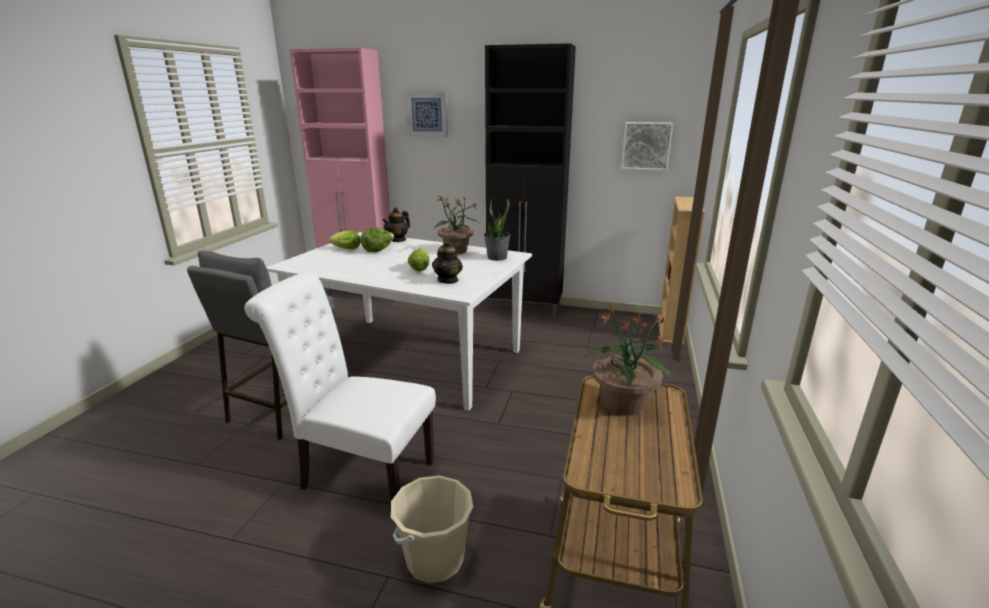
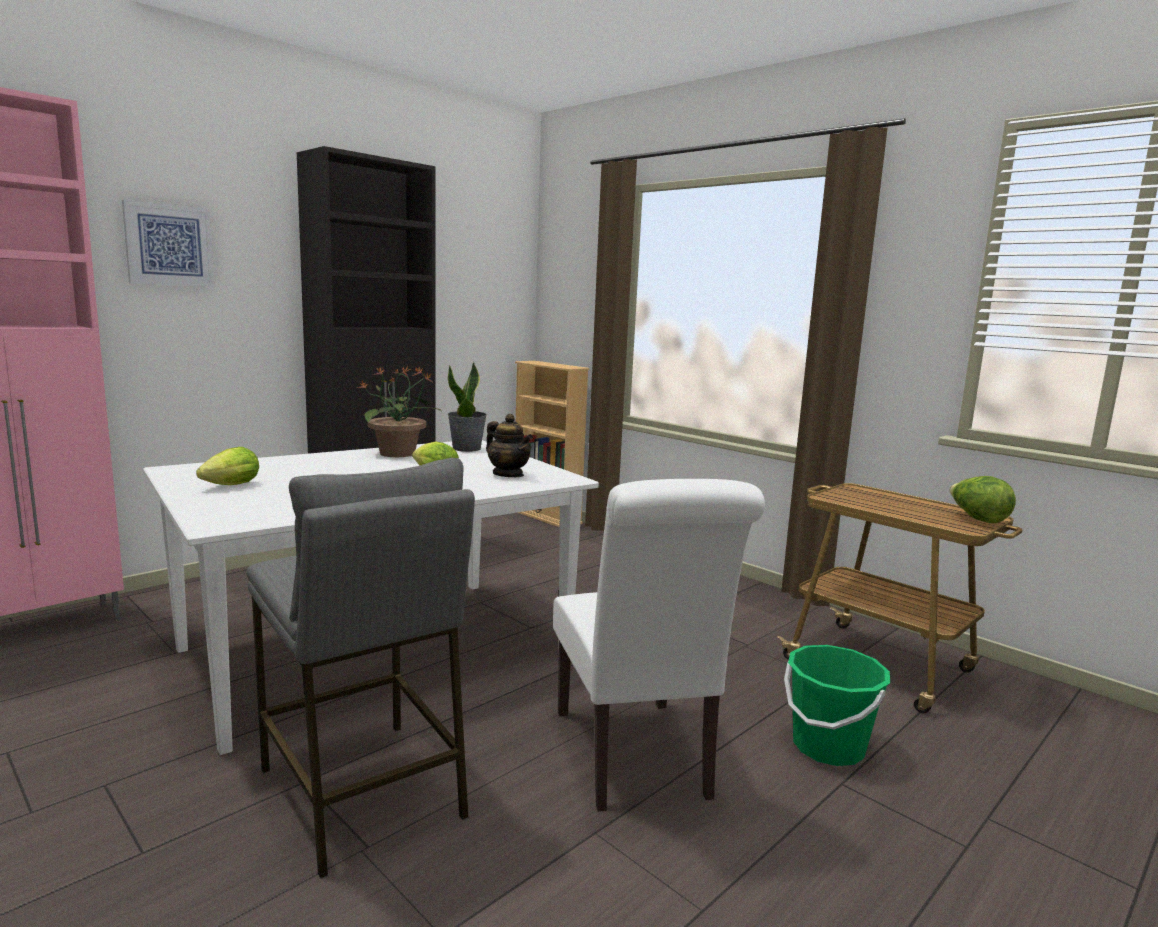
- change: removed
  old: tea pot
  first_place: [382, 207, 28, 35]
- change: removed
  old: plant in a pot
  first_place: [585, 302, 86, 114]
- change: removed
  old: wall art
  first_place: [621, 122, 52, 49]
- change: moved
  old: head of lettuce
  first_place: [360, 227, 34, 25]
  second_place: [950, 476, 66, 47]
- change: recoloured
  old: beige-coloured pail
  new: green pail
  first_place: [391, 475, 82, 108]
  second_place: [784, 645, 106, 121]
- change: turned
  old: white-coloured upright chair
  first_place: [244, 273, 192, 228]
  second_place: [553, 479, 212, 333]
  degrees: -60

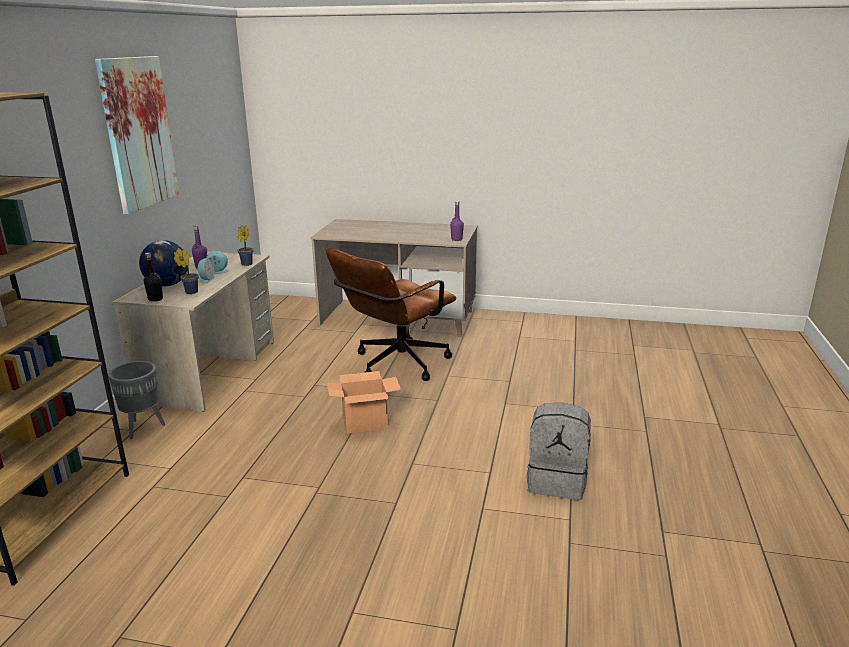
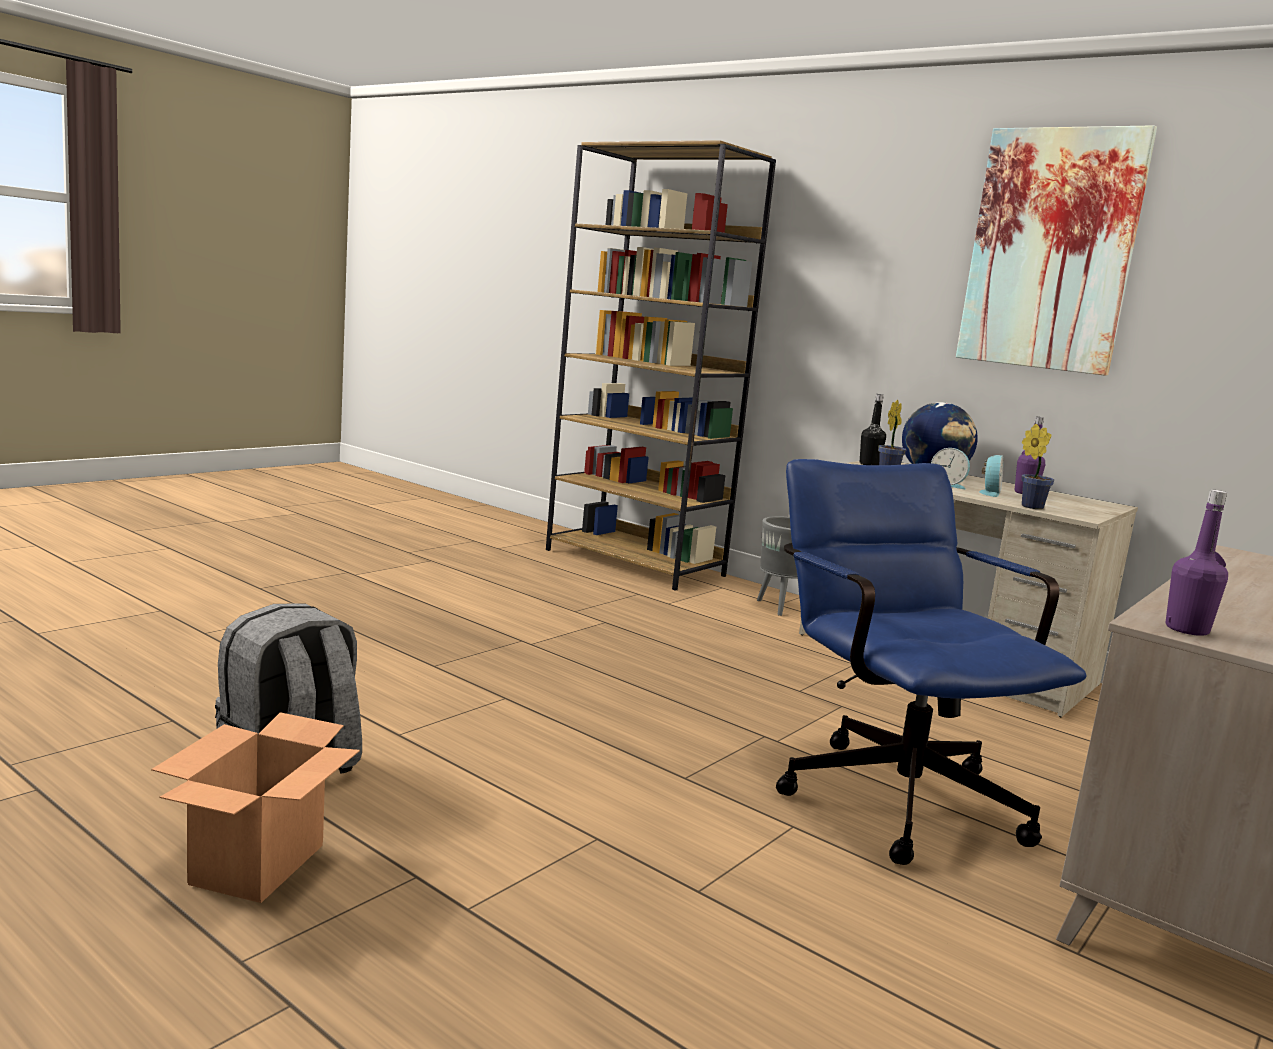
- change: moved
  old: cardboard box
  first_place: [327, 371, 74, 63]
  second_place: [151, 712, 209, 191]
- change: recoloured
  old: brown desk chair
  new: bluish desk chair
  first_place: [326, 249, 130, 132]
  second_place: [776, 459, 311, 406]

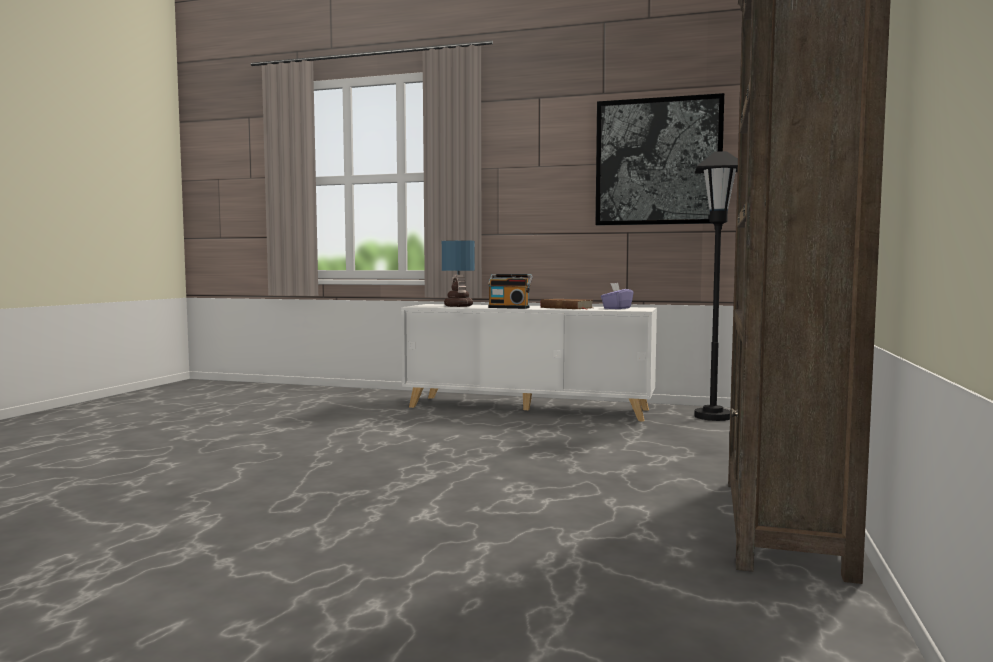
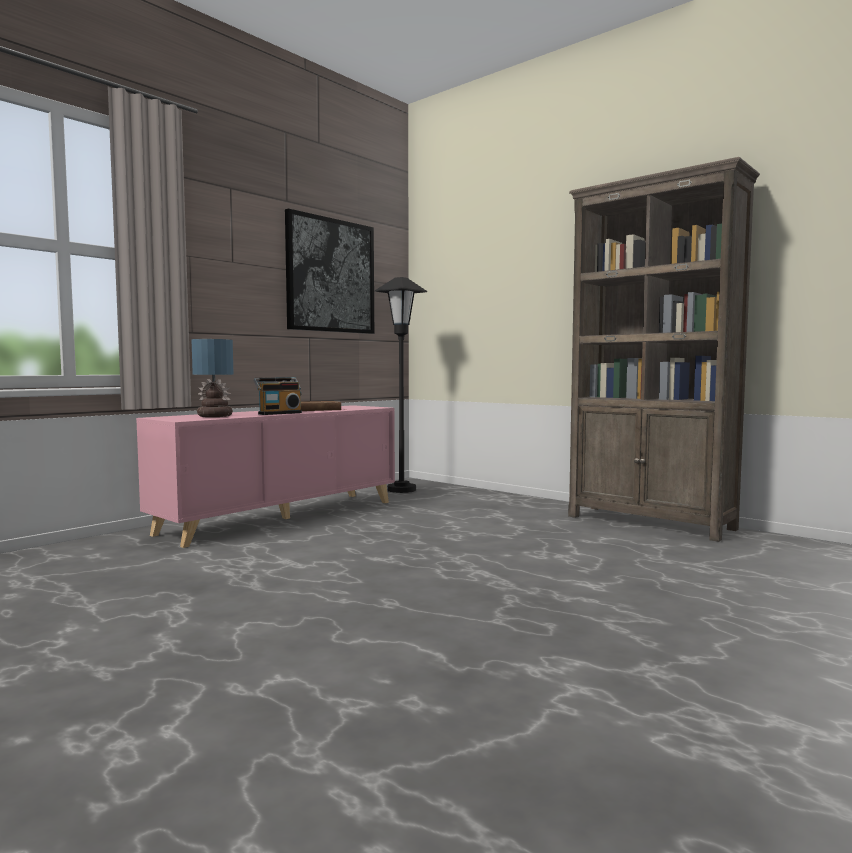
- change: removed
  old: purple box of tissues
  first_place: [601, 283, 33, 26]
- change: recoloured
  old: white-coloured cabinet
  new: pinkish cabinet
  first_place: [401, 304, 256, 118]
  second_place: [136, 405, 259, 143]

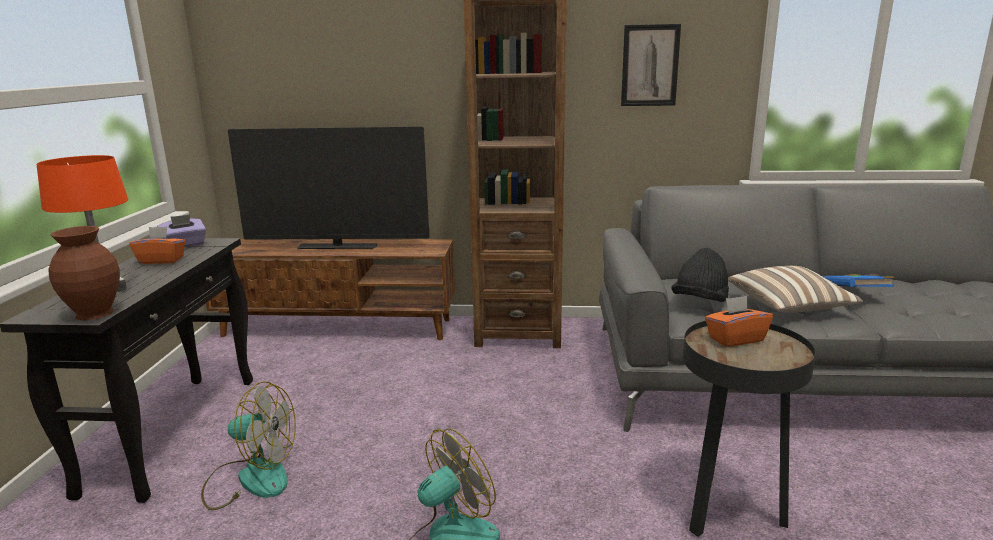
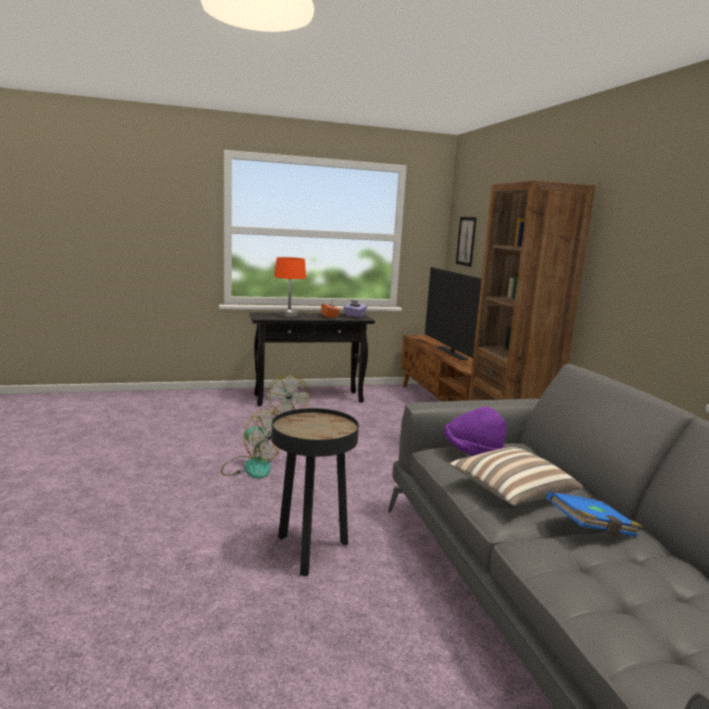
- change: removed
  old: brown flower vase
  first_place: [48, 226, 72, 95]
- change: removed
  old: orange-coloured box of tissues
  first_place: [705, 296, 68, 51]
- change: moved
  old: wall art
  first_place: [621, 24, 60, 82]
  second_place: [456, 217, 21, 50]
- change: recoloured
  old: black-coloured wearable hat
  new: purple wearable hat
  first_place: [671, 248, 58, 54]
  second_place: [444, 407, 62, 49]

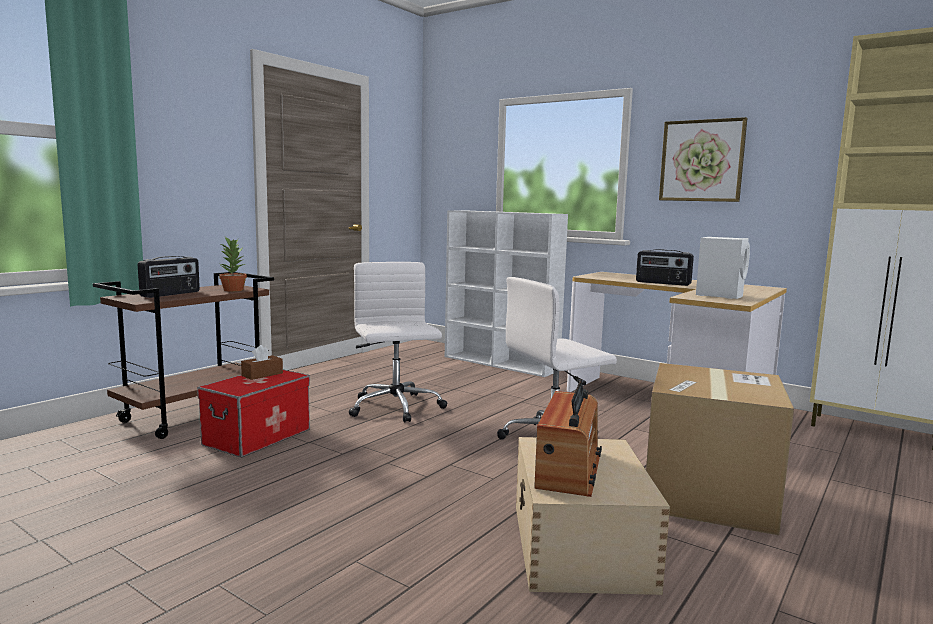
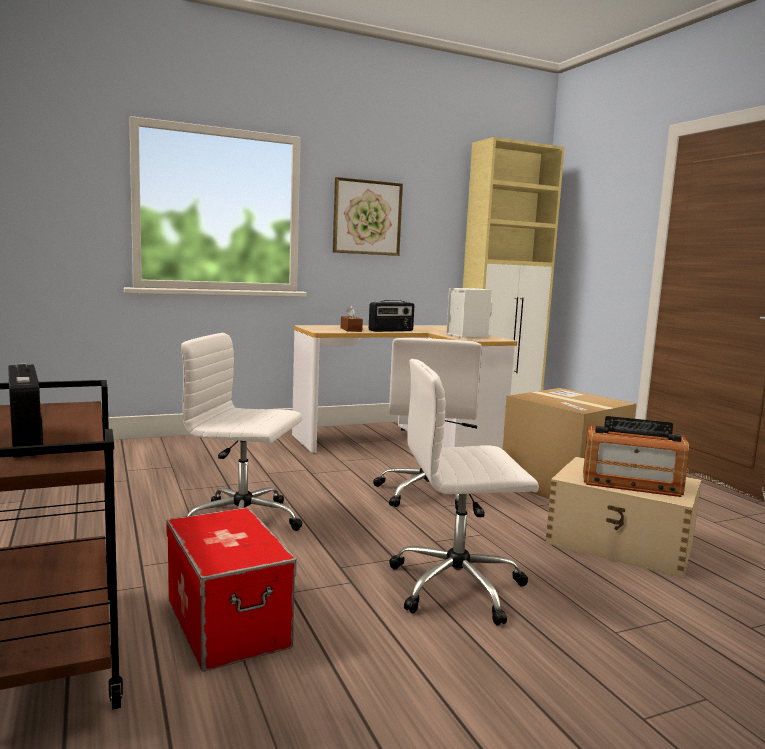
- change: removed
  old: plant in a pot
  first_place: [219, 237, 28, 55]
- change: removed
  old: white-coloured bookshelf
  first_place: [445, 210, 123, 167]
- change: added
  new: white-coloured desk chair
  second_place: [389, 359, 150, 267]
- change: moved
  old: brown box of tissues
  first_place: [241, 345, 42, 35]
  second_place: [341, 306, 22, 26]
- change: turned
  old: radio
  first_place: [534, 379, 68, 118]
  second_place: [583, 416, 106, 81]
  degrees: 150

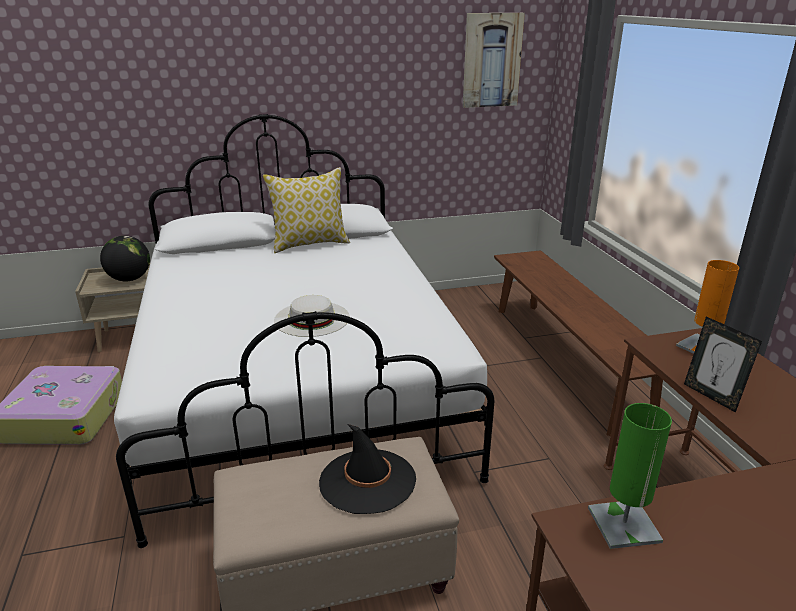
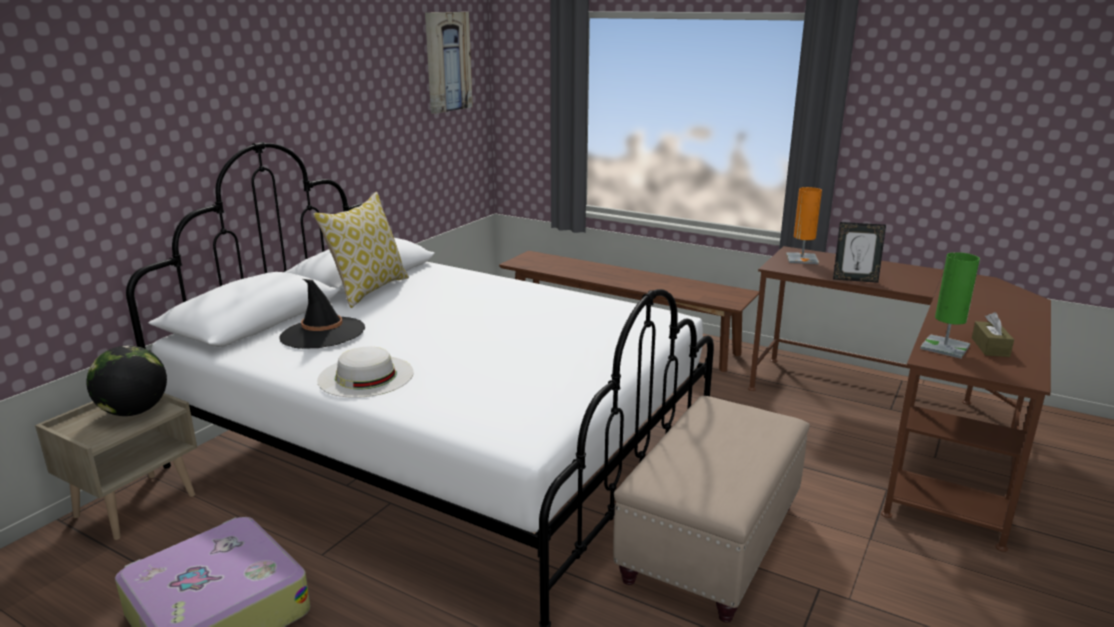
- change: added
  new: brown box of tissues
  second_place: [972, 312, 42, 45]
- change: moved
  old: white-coloured wearable hat
  first_place: [274, 295, 76, 42]
  second_place: [317, 347, 96, 51]
- change: moved
  old: black-coloured wearable hat
  first_place: [319, 424, 97, 90]
  second_place: [280, 279, 85, 70]

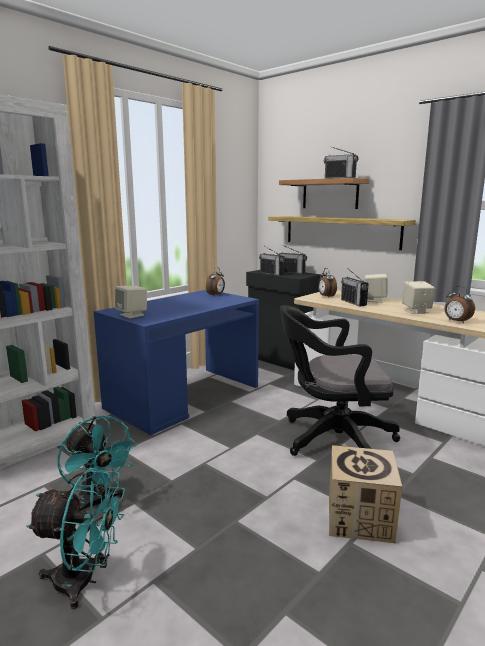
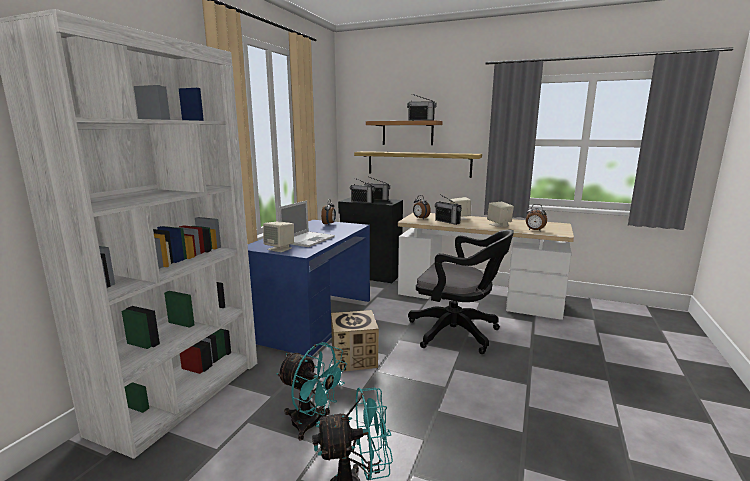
- change: added
  new: portable computer
  second_place: [278, 200, 57, 47]
- change: moved
  old: cardboard box
  first_place: [329, 445, 73, 98]
  second_place: [331, 310, 48, 62]
- change: turned
  old: black-coloured desk chair
  first_place: [280, 305, 120, 151]
  second_place: [408, 230, 106, 124]
  degrees: -135

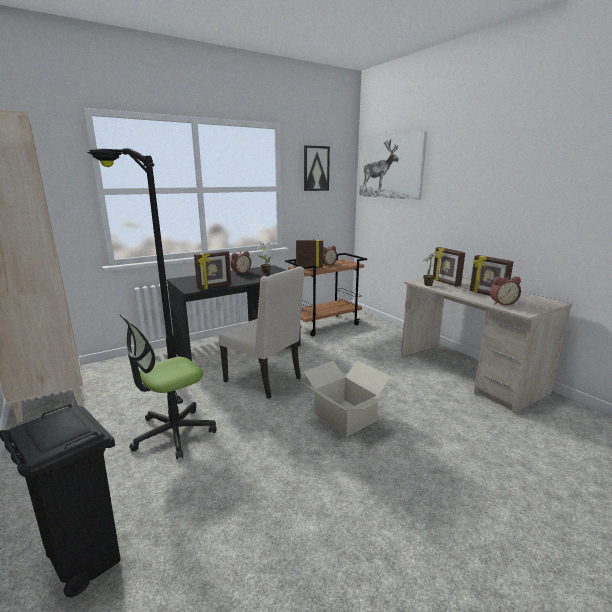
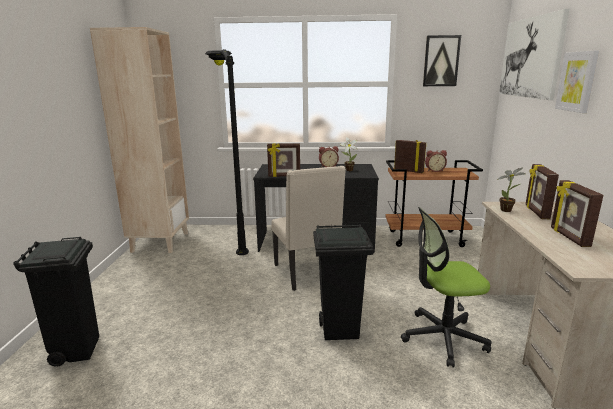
- change: removed
  old: alarm clock
  first_place: [490, 277, 31, 29]
- change: added
  new: wall art
  second_place: [555, 50, 44, 63]
- change: moved
  old: desk chair
  first_place: [119, 313, 98, 146]
  second_place: [401, 207, 90, 161]
- change: replaced
  old: cardboard box
  new: black-coloured rubbish bin
  first_place: [301, 360, 93, 77]
  second_place: [313, 225, 61, 115]

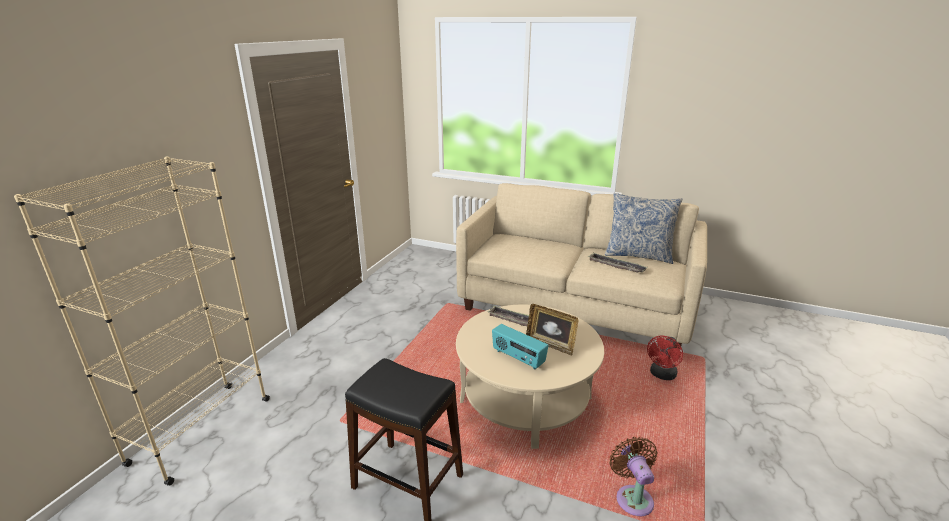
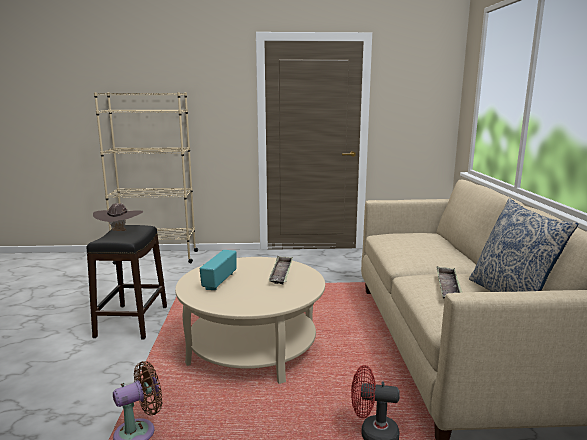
- change: removed
  old: photo frame
  first_place: [526, 304, 52, 52]
- change: added
  new: brown wearable hat
  second_place: [93, 203, 50, 28]

